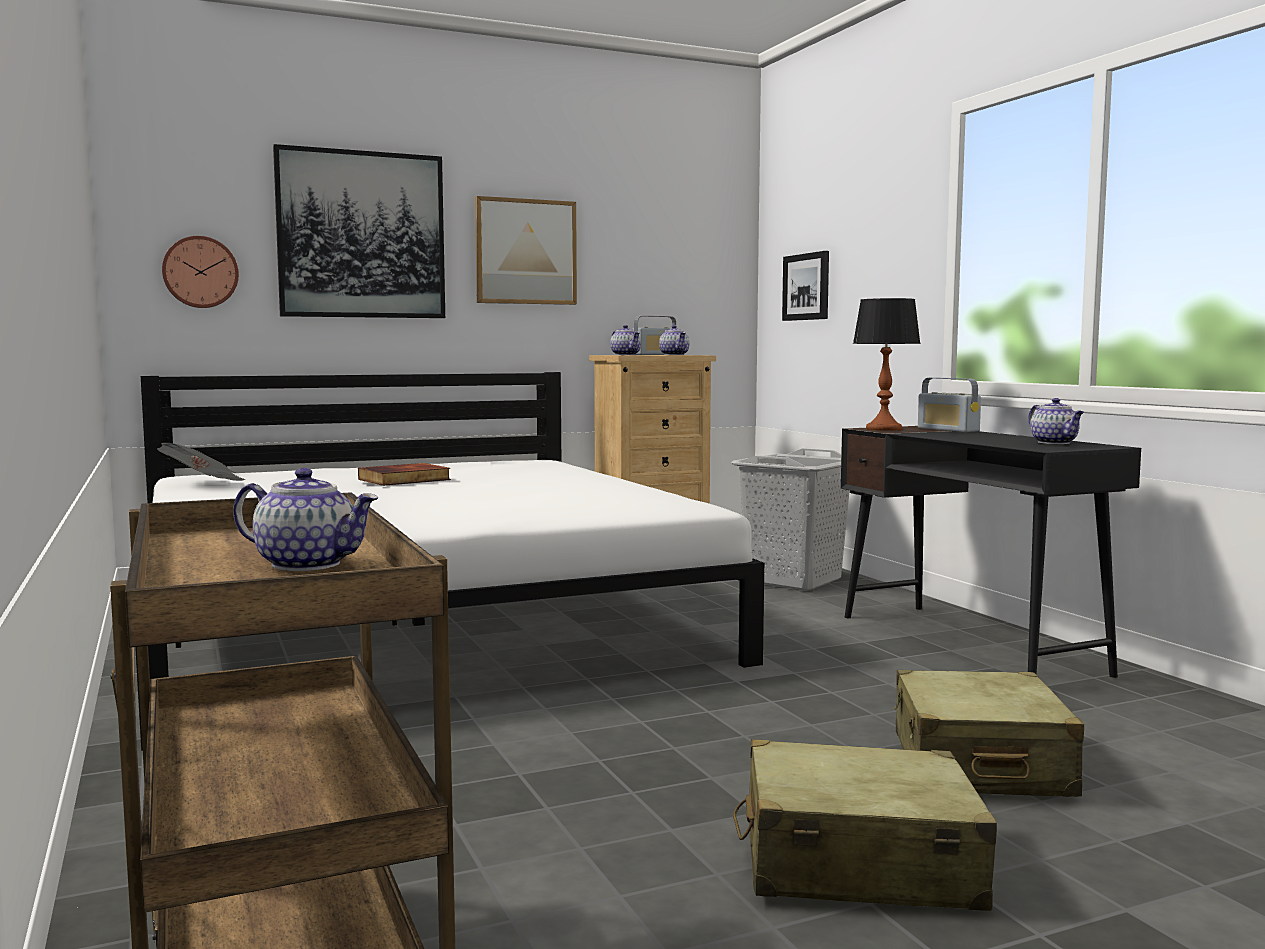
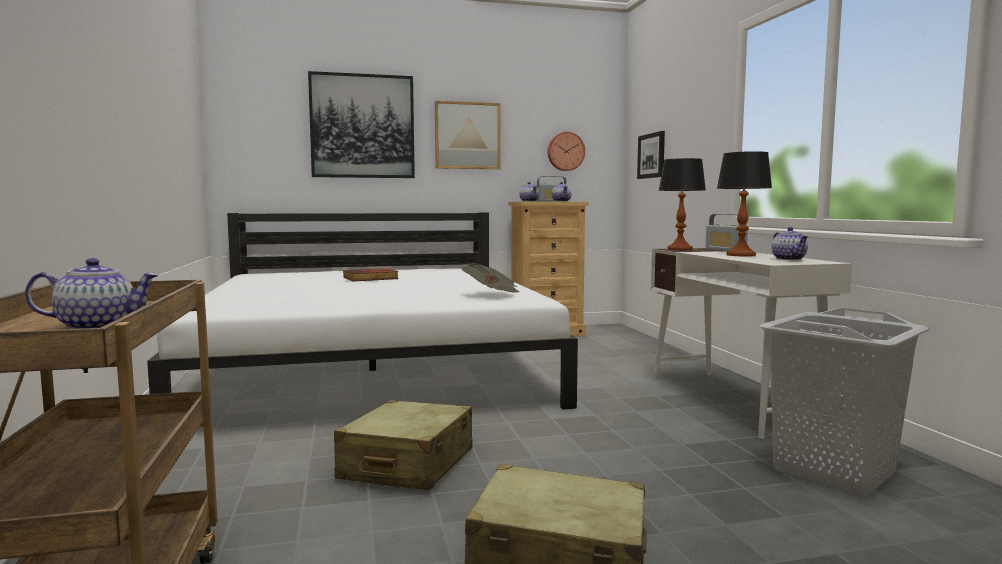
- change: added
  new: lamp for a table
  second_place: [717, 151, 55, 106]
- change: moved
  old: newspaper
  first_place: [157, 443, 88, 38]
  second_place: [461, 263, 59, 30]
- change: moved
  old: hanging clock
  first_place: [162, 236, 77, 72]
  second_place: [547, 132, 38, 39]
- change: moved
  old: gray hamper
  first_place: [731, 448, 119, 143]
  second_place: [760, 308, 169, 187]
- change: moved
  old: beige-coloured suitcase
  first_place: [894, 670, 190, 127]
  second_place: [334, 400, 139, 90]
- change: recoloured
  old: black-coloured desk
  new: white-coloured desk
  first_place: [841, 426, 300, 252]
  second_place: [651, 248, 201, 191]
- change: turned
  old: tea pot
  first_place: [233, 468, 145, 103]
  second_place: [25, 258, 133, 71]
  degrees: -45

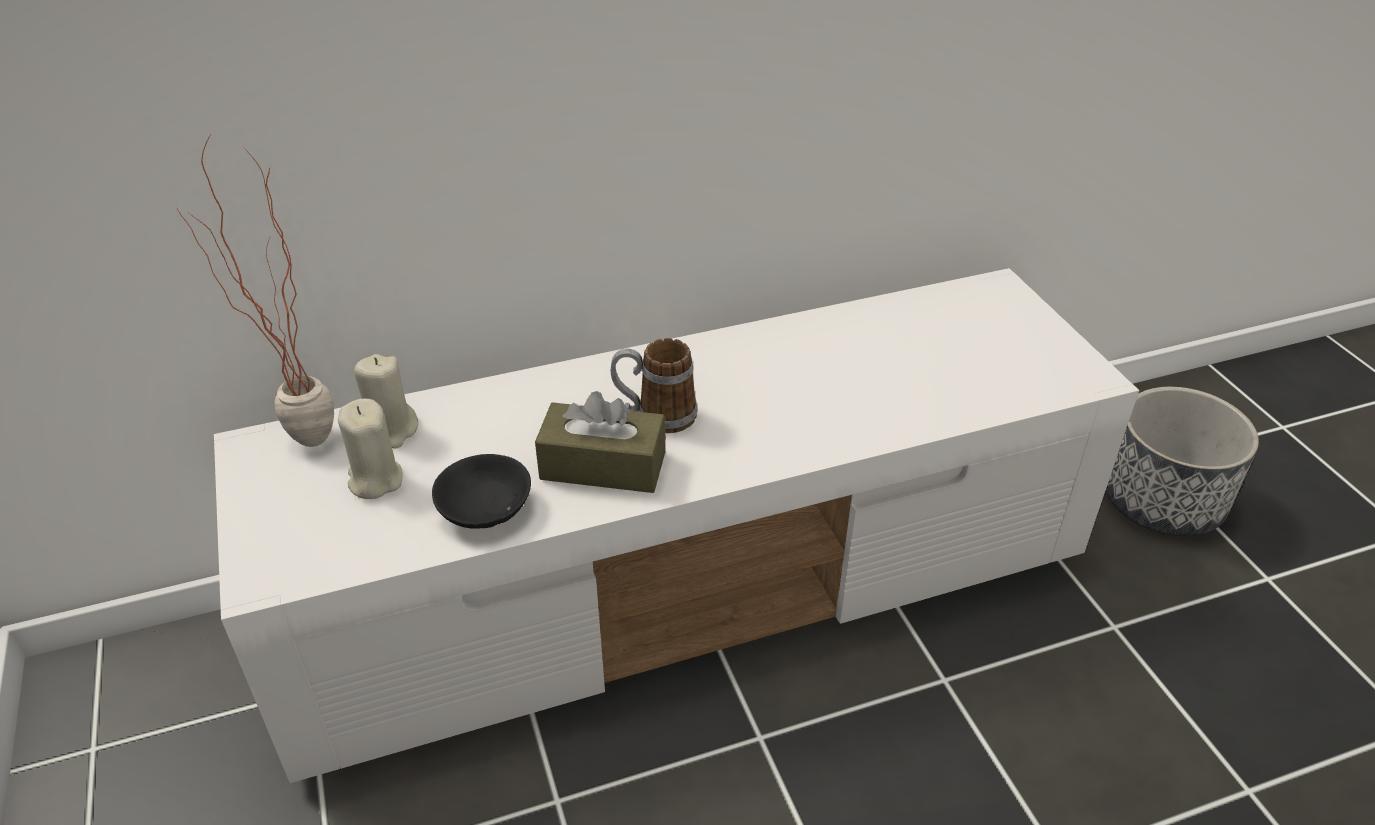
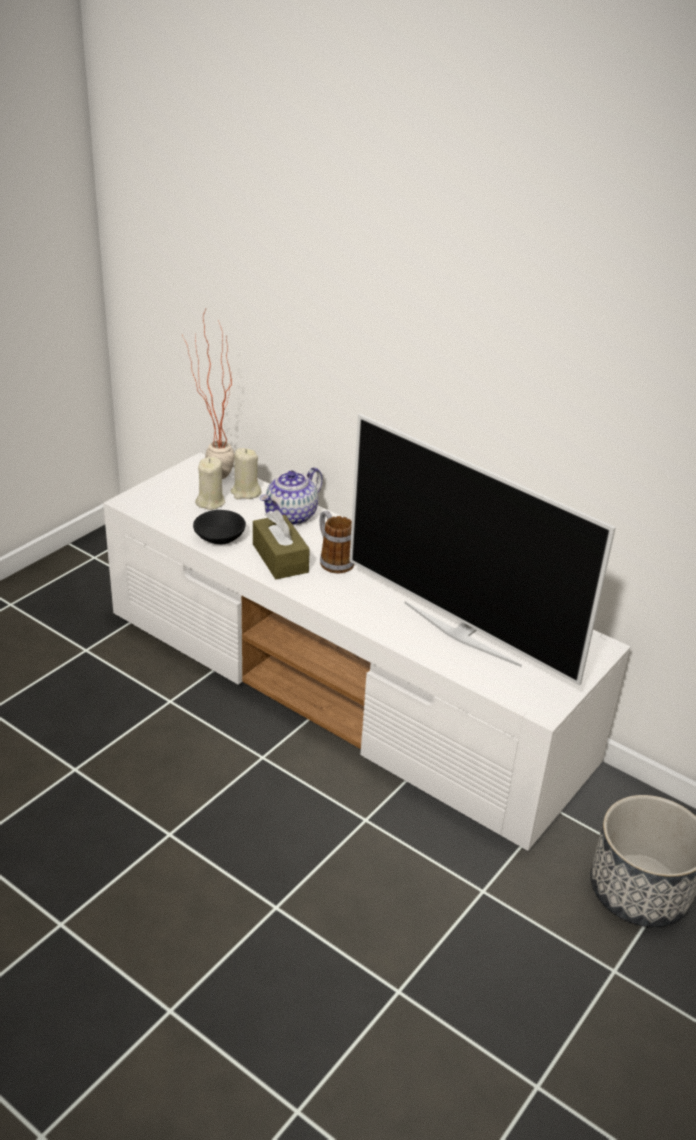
- change: added
  new: tea pot
  second_place: [260, 467, 63, 58]
- change: added
  new: TV
  second_place: [349, 414, 267, 272]

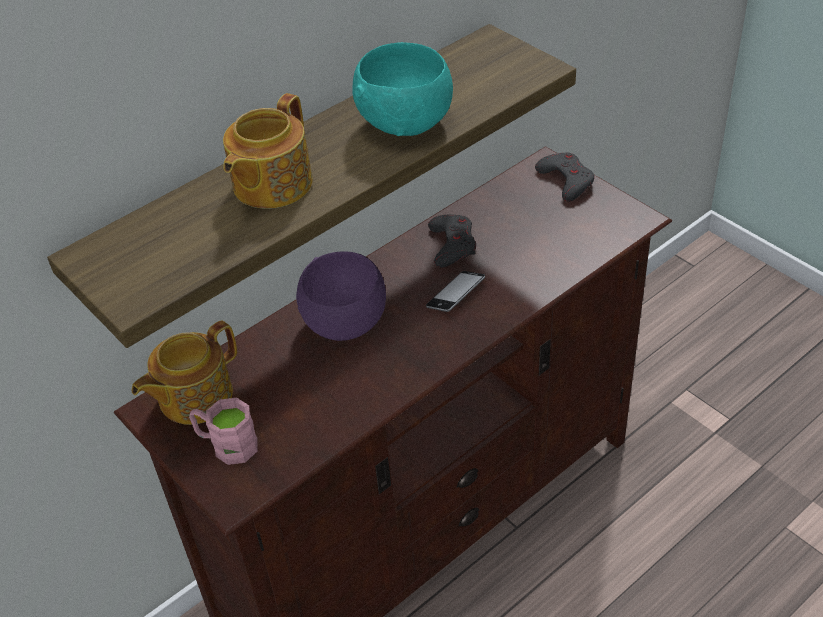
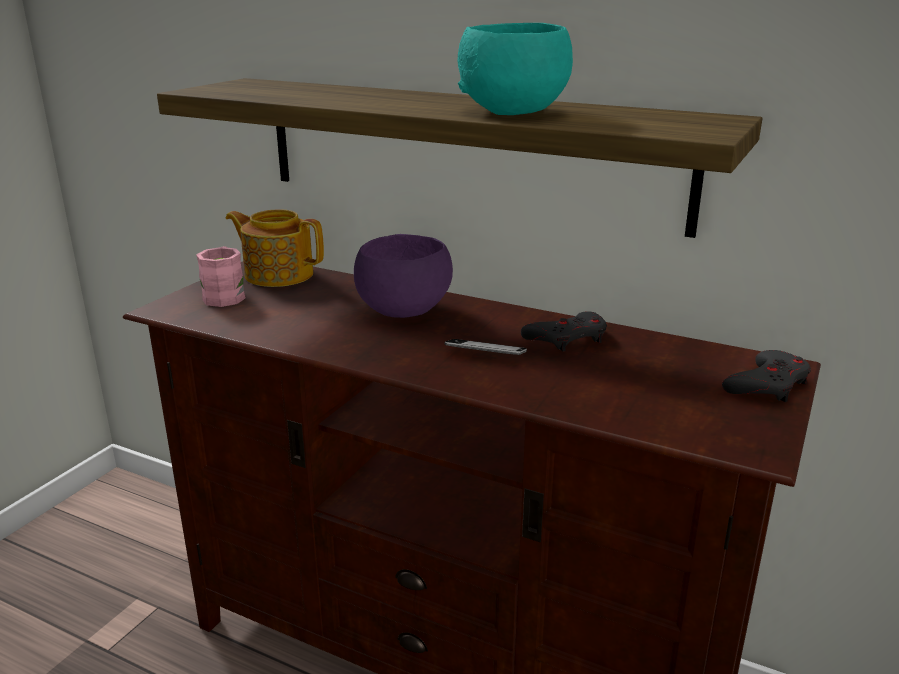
- change: removed
  old: tea pot
  first_place: [223, 93, 90, 116]

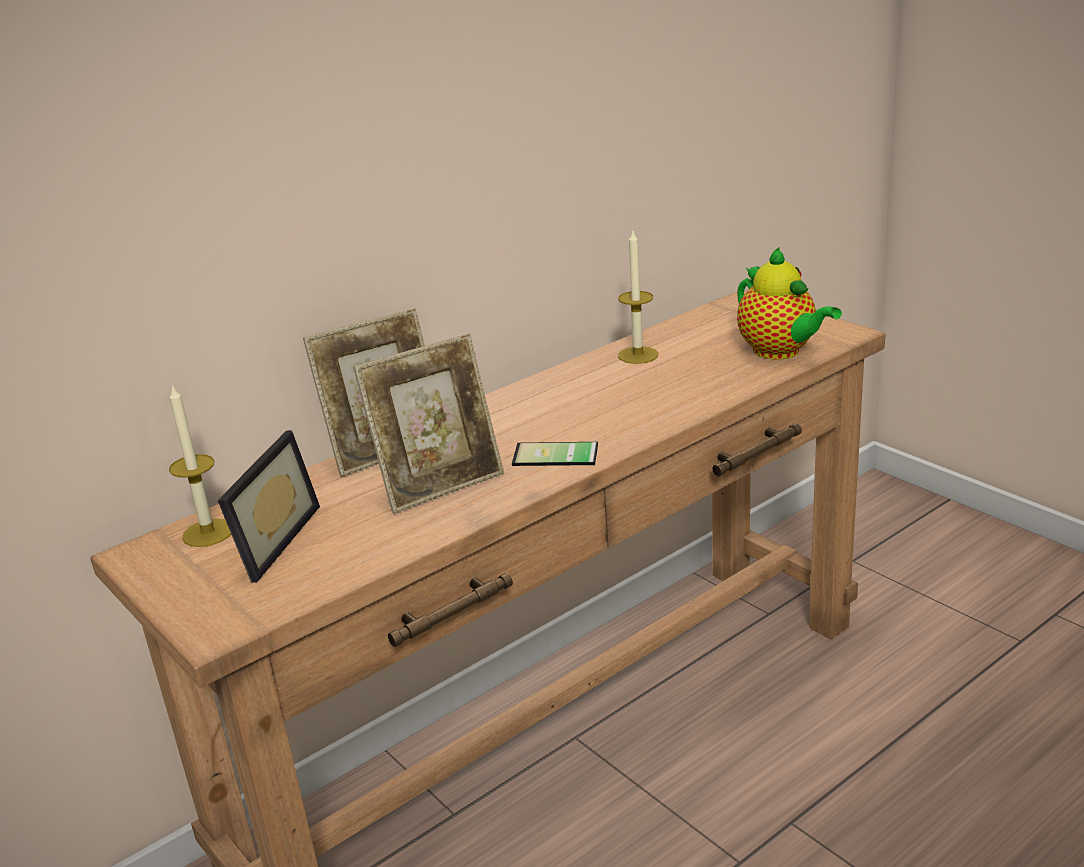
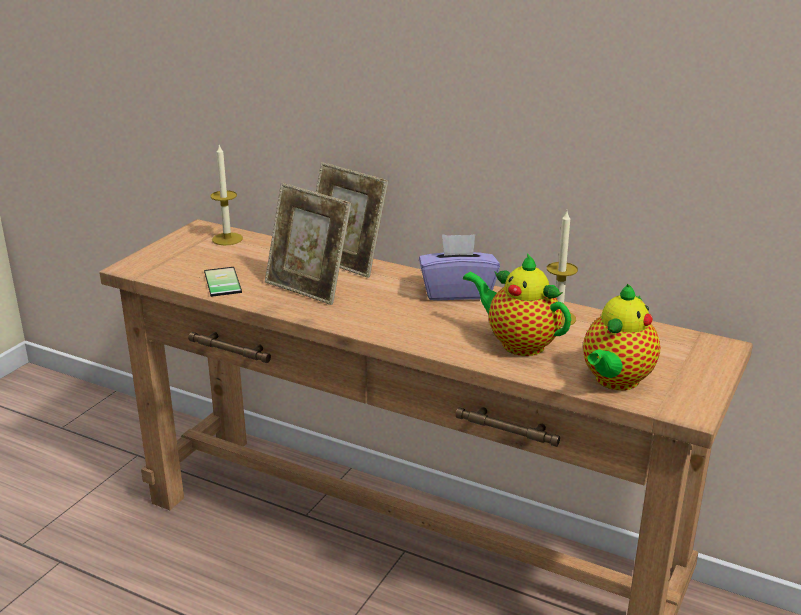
- change: removed
  old: photo frame
  first_place: [217, 430, 103, 153]
- change: added
  new: purple box of tissues
  second_place: [419, 234, 81, 66]
- change: added
  new: tea pot
  second_place: [463, 253, 108, 103]
- change: moved
  old: handset
  first_place: [512, 442, 86, 24]
  second_place: [204, 267, 38, 30]

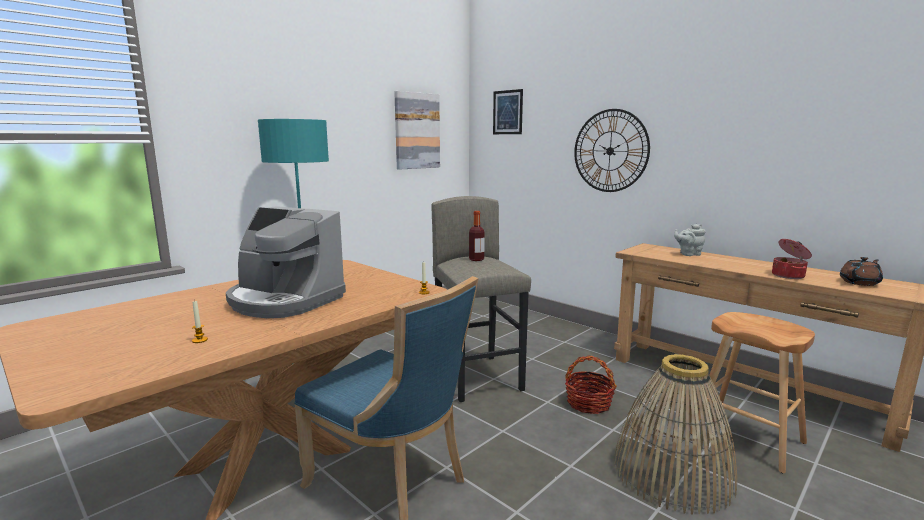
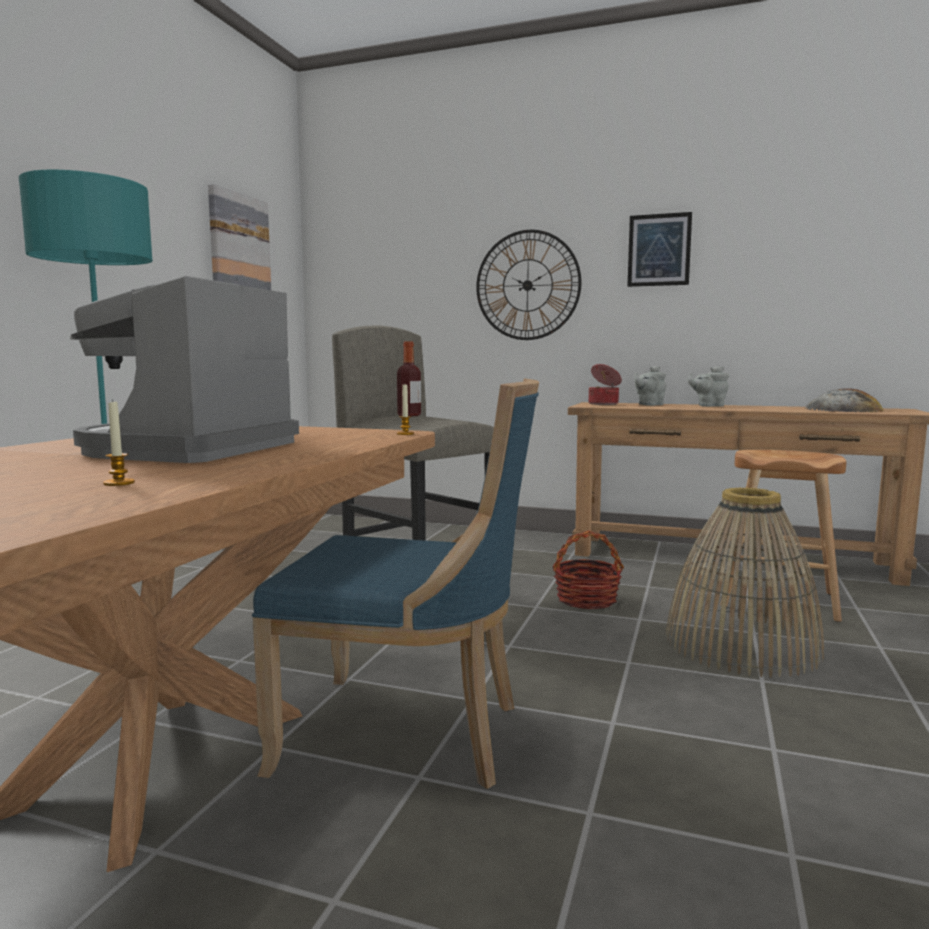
- change: added
  new: gray tea pot
  second_place: [688, 366, 41, 41]
- change: moved
  old: wall art
  first_place: [493, 89, 30, 45]
  second_place: [627, 212, 65, 75]
- change: moved
  old: cooking pot
  first_place: [772, 239, 40, 40]
  second_place: [589, 364, 33, 41]
- change: replaced
  old: brown tea pot
  new: bread
  first_place: [840, 257, 43, 29]
  second_place: [805, 388, 79, 24]
- change: turned
  old: coffee brewer
  first_place: [226, 206, 120, 112]
  second_place: [70, 276, 229, 187]
  degrees: 105

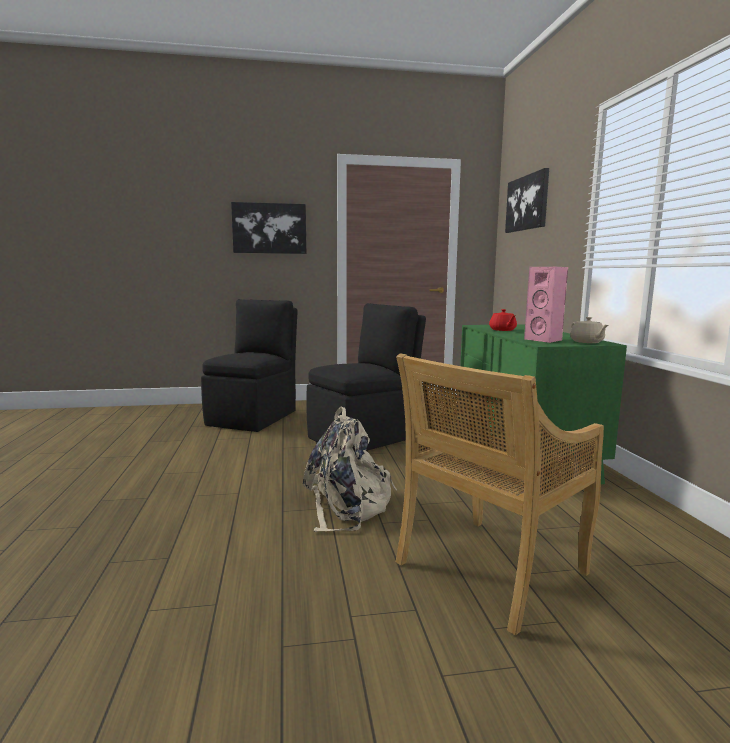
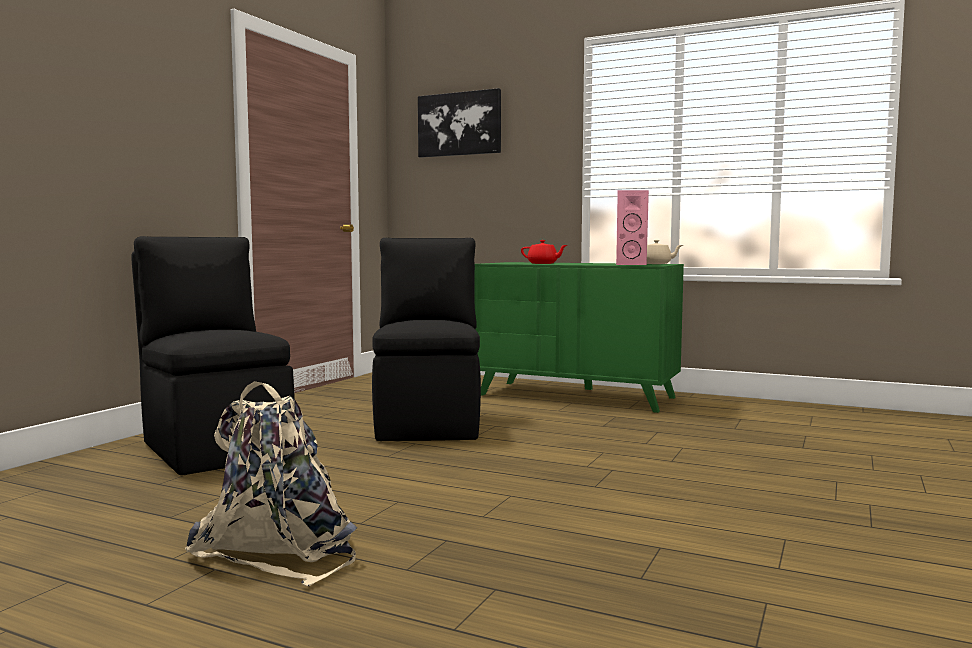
- change: removed
  old: wall art
  first_place: [231, 202, 75, 52]
- change: removed
  old: beige-coloured upright chair
  first_place: [396, 353, 208, 282]
- change: moved
  old: beige-coloured knapsack
  first_place: [303, 407, 94, 125]
  second_place: [185, 381, 172, 205]

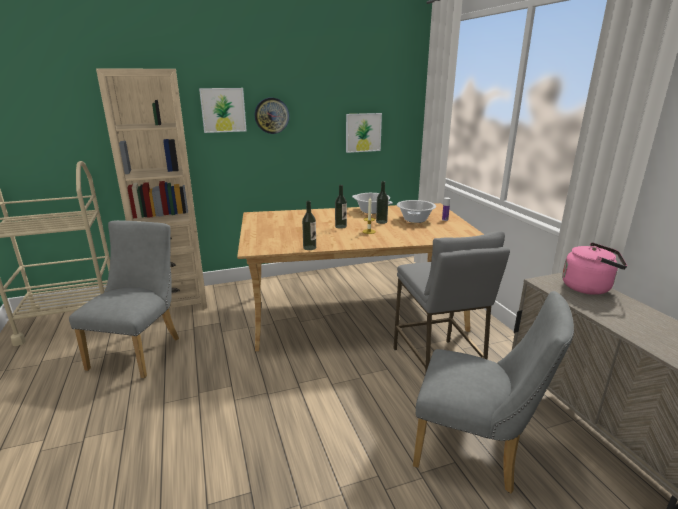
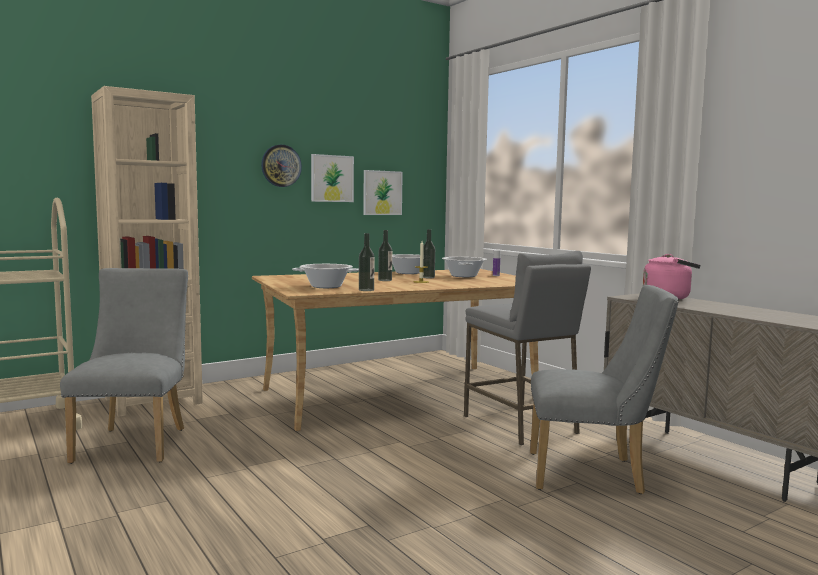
- change: added
  new: cooking pot
  second_place: [292, 264, 67, 24]
- change: moved
  old: wall art
  first_place: [199, 88, 48, 45]
  second_place: [311, 154, 43, 48]

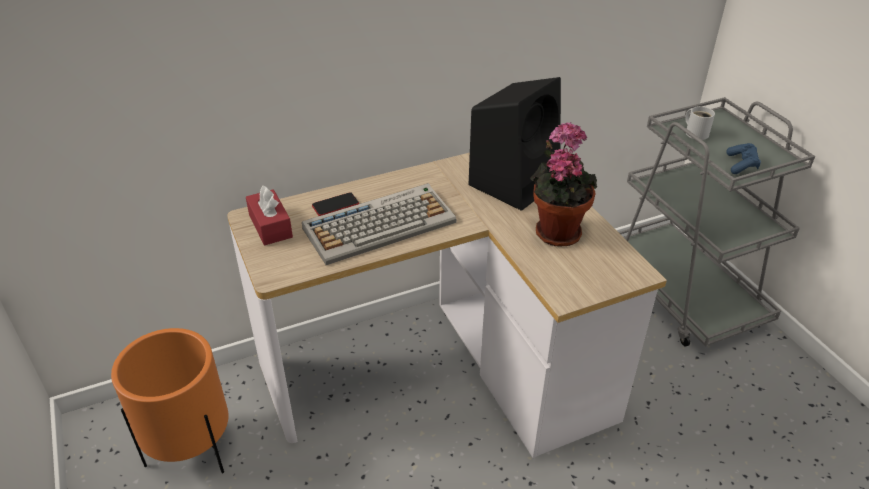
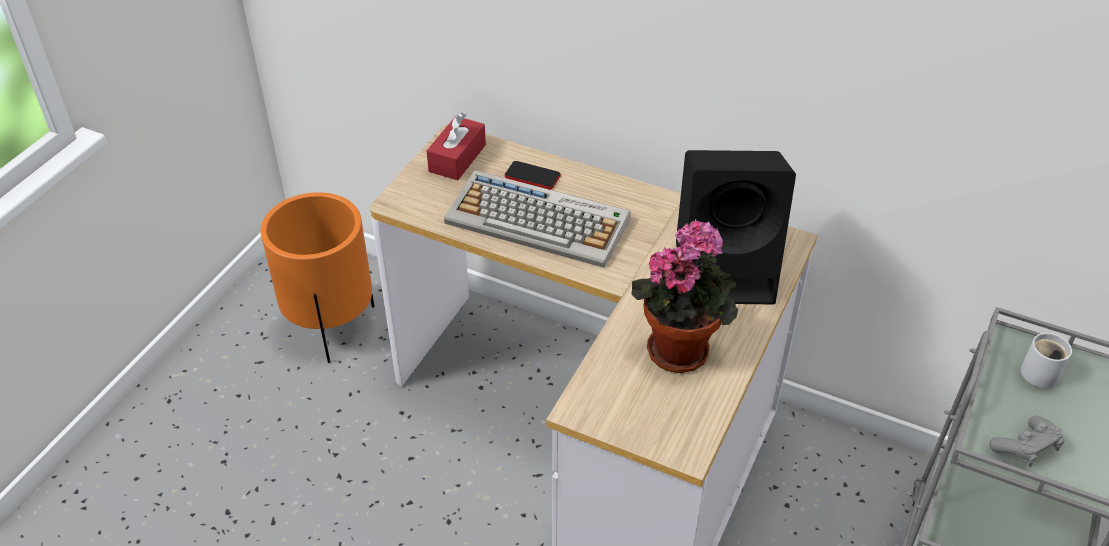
- change: recoloured
  old: bluish gamepad
  new: gray gamepad
  first_place: [726, 143, 35, 31]
  second_place: [989, 415, 75, 52]

